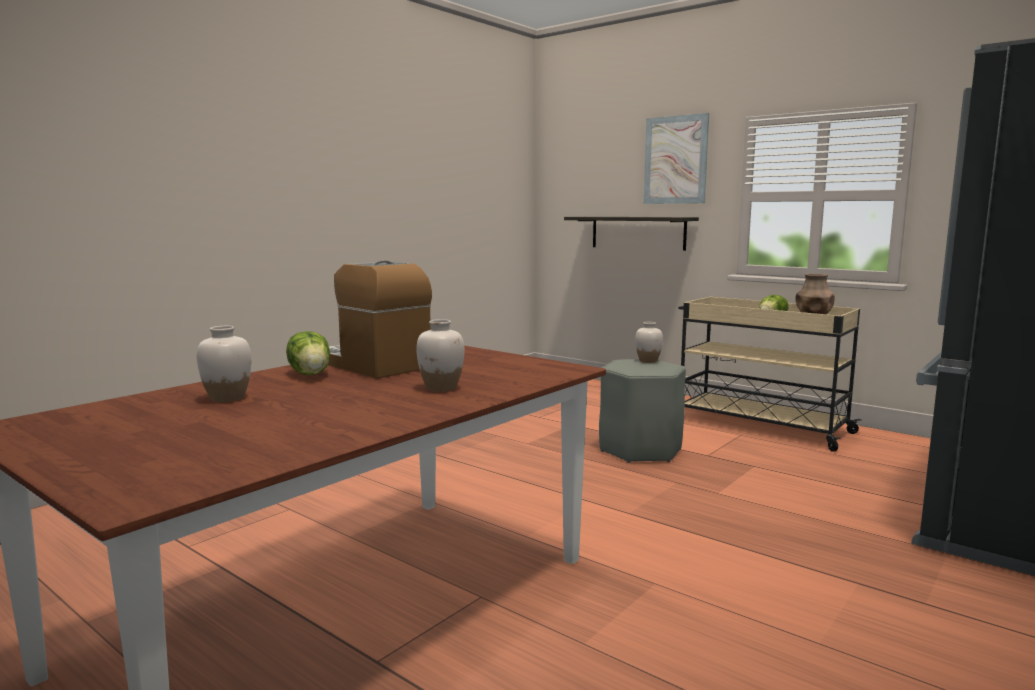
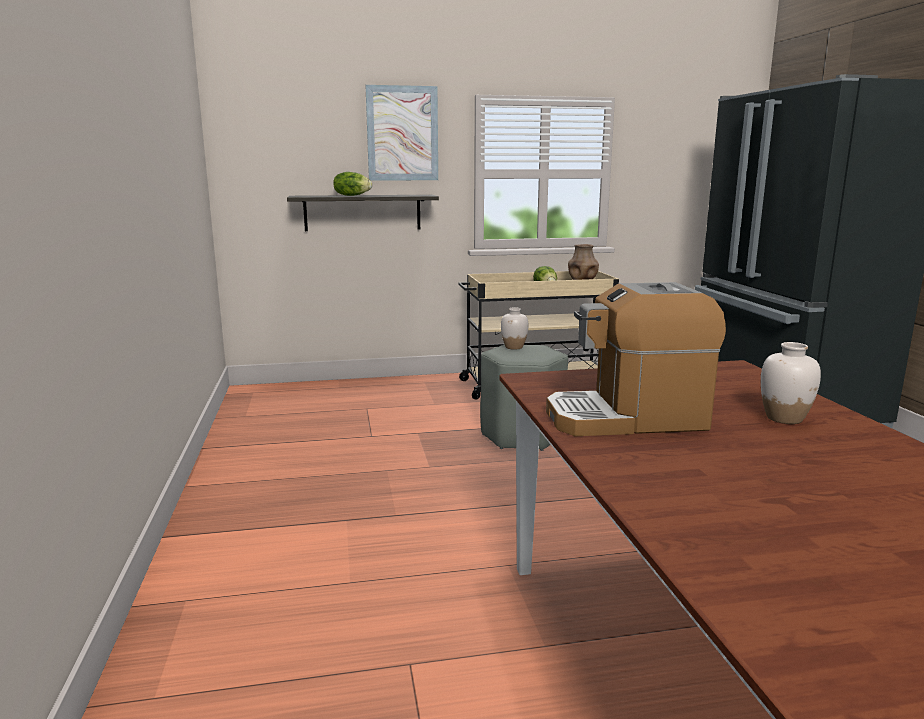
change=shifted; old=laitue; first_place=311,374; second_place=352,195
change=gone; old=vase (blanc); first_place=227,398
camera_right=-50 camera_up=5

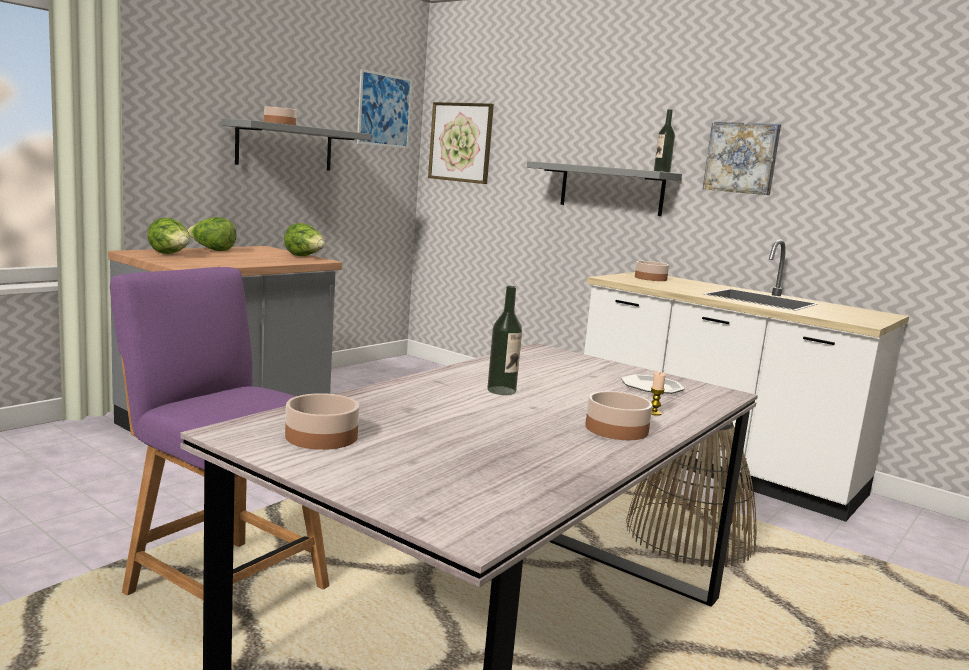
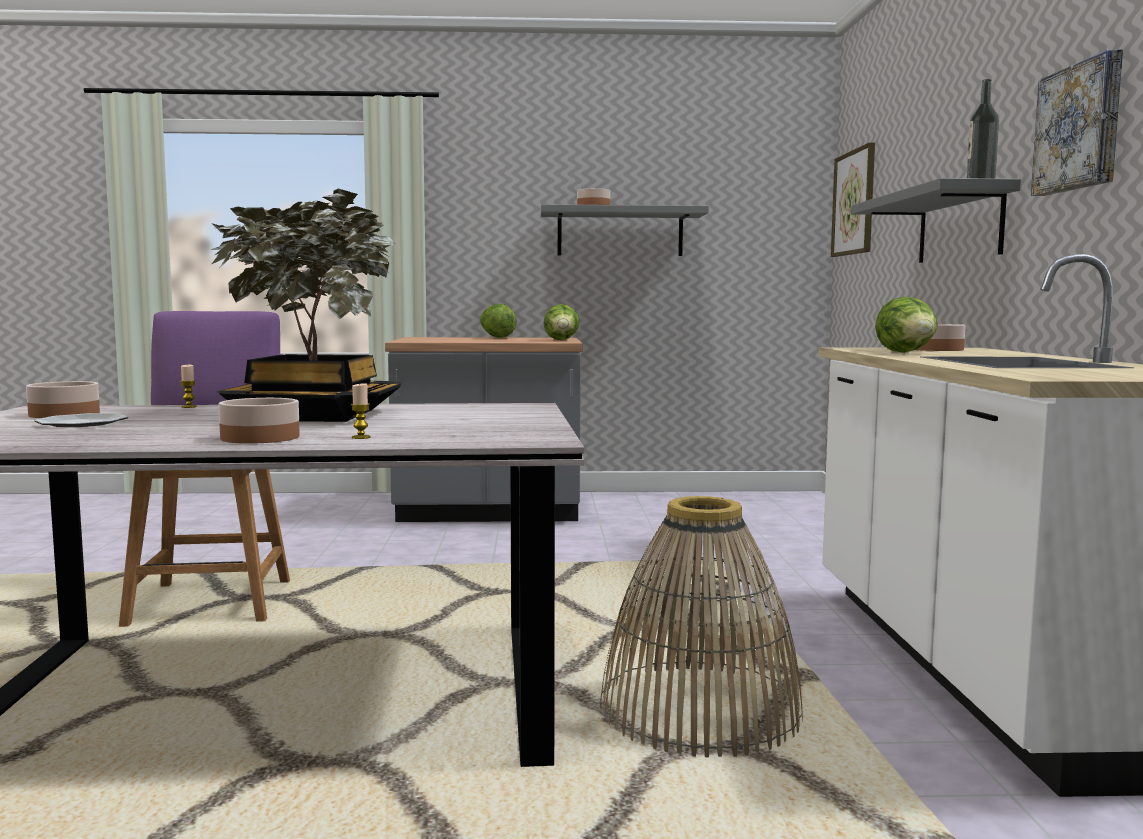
change=shifted; old=assiette; first_place=652,387; second_place=81,424
change=new; new=bougie; second_place=189,407
change=swapped; old=bouteille; new=plante en pot; first_place=501,390; second_place=315,415
change=shifted; old=laitue; first_place=170,254; second_place=906,353
change=gone; old=tableau; first_place=384,110
camera_right=50 camera_up=-5

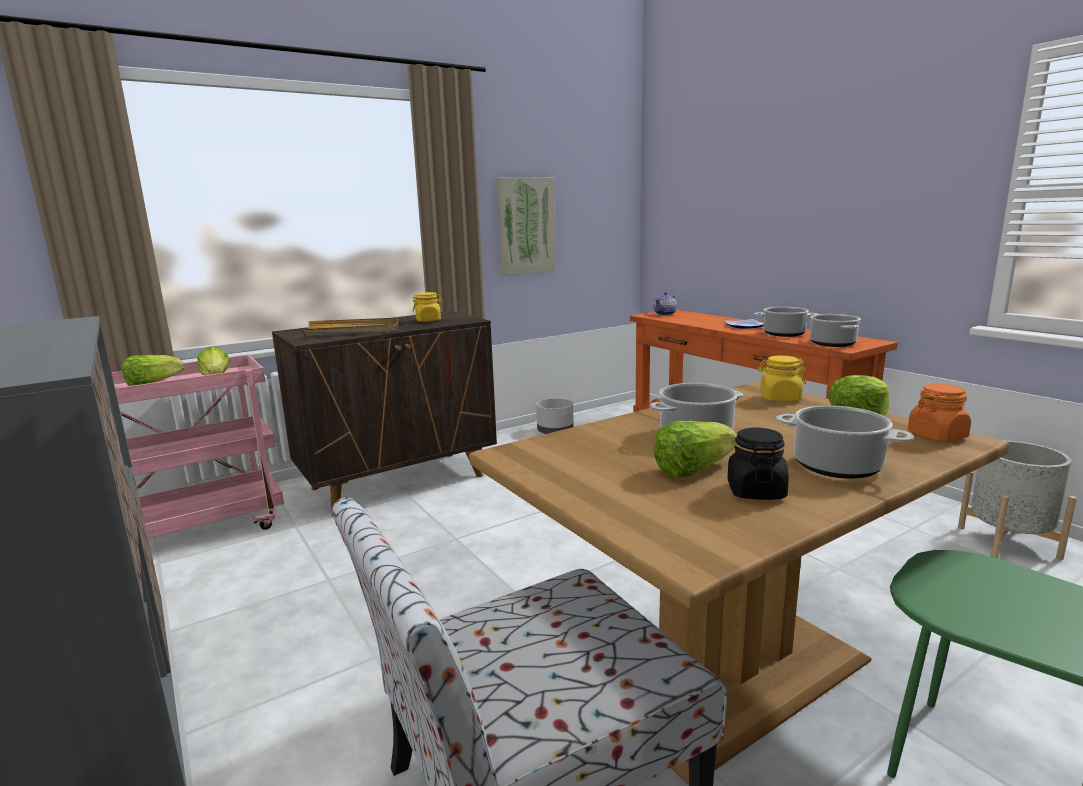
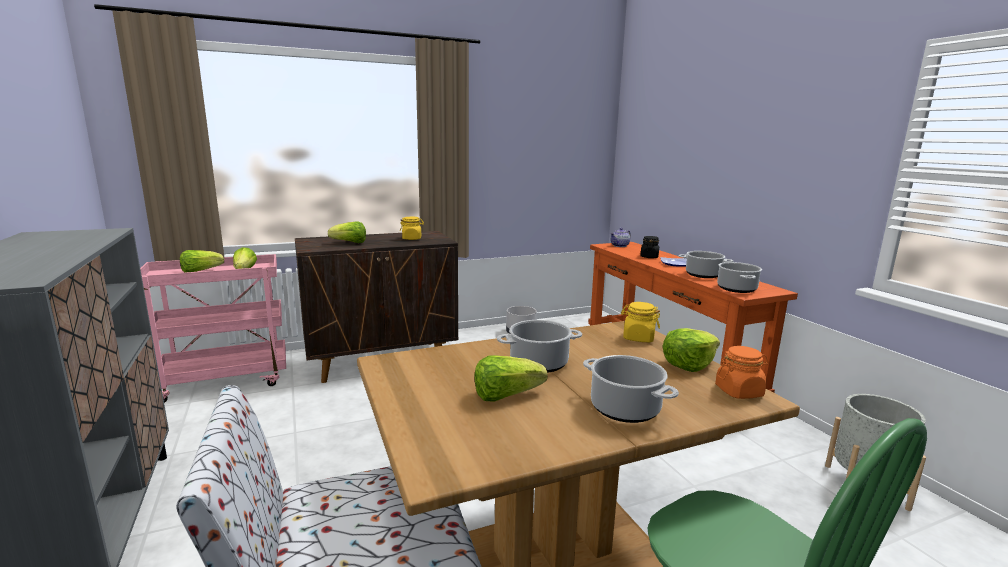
change=swapped; old=plateau (beige); new=laitue; first_place=353,330; second_place=350,243
change=shifted; old=bocal (noir); first_place=755,491; second_place=649,257
change=gone; old=tableau; first_place=525,226
camera_right=10 camera_up=0

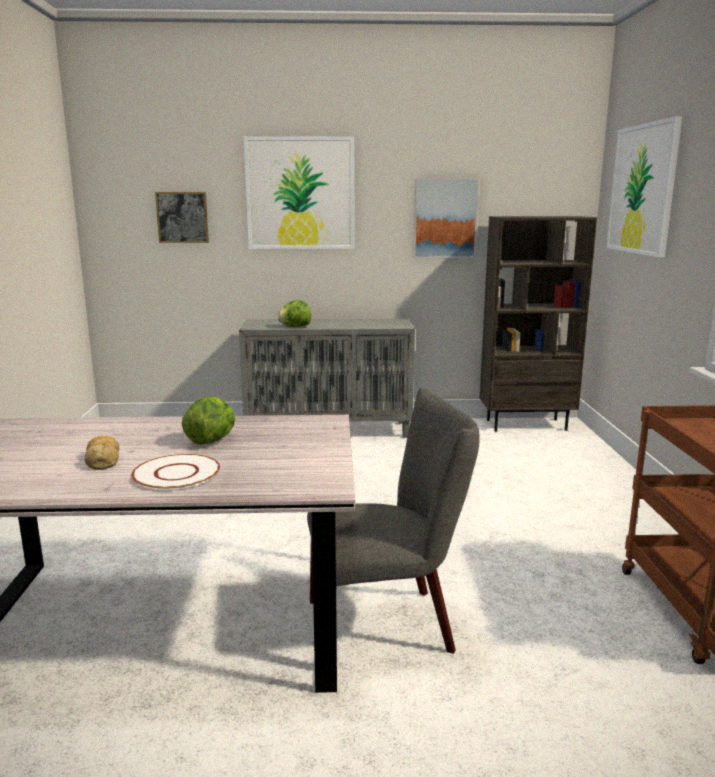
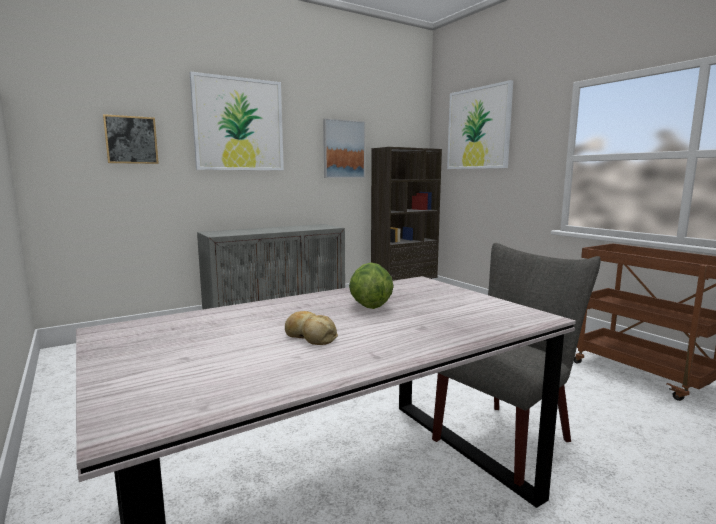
change=gone; old=assiette (blanc); first_place=177,473
change=gone; old=laitue; first_place=295,327
camera_right=-30 camera_up=-5

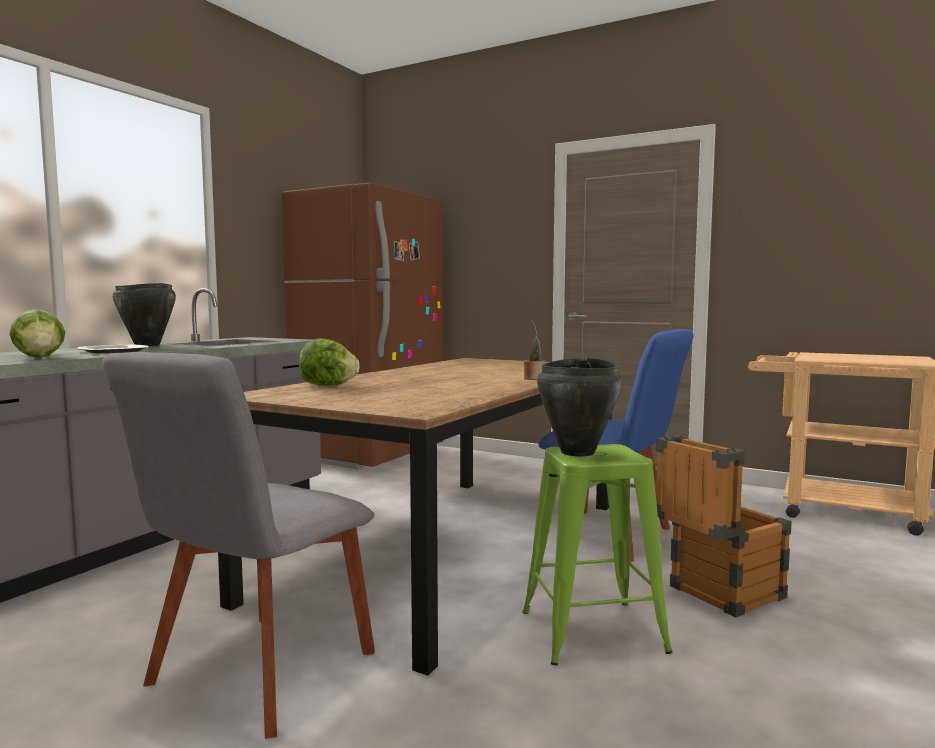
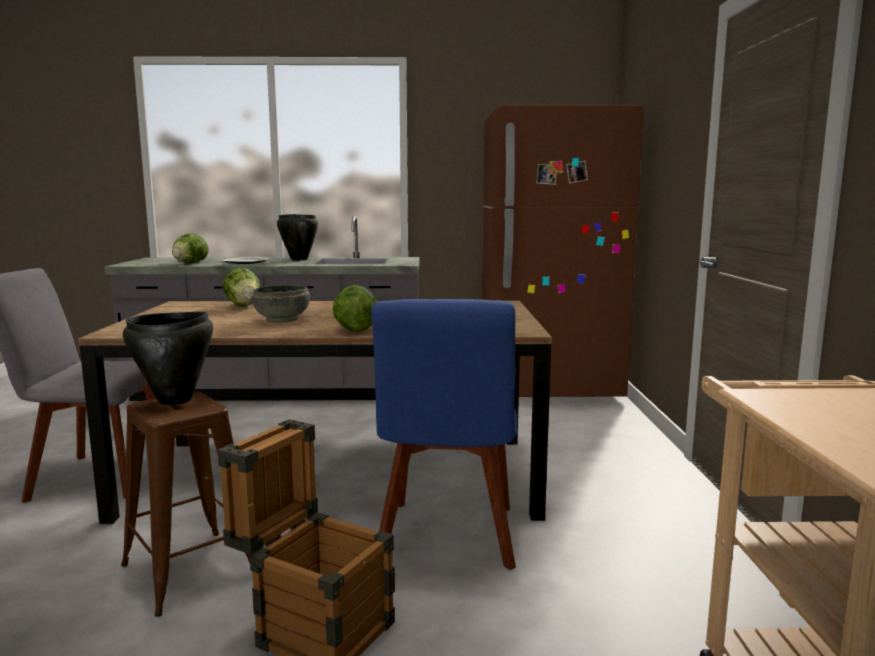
change=repainted; old=tabouret (vert); new=tabouret (marron); first_place=591,631; second_place=190,570
change=new; new=bol (gris); second_place=283,320
change=swapped; old=plante en pot; new=laitue; first_place=533,378; second_place=354,330
camera_right=60 camera_up=5

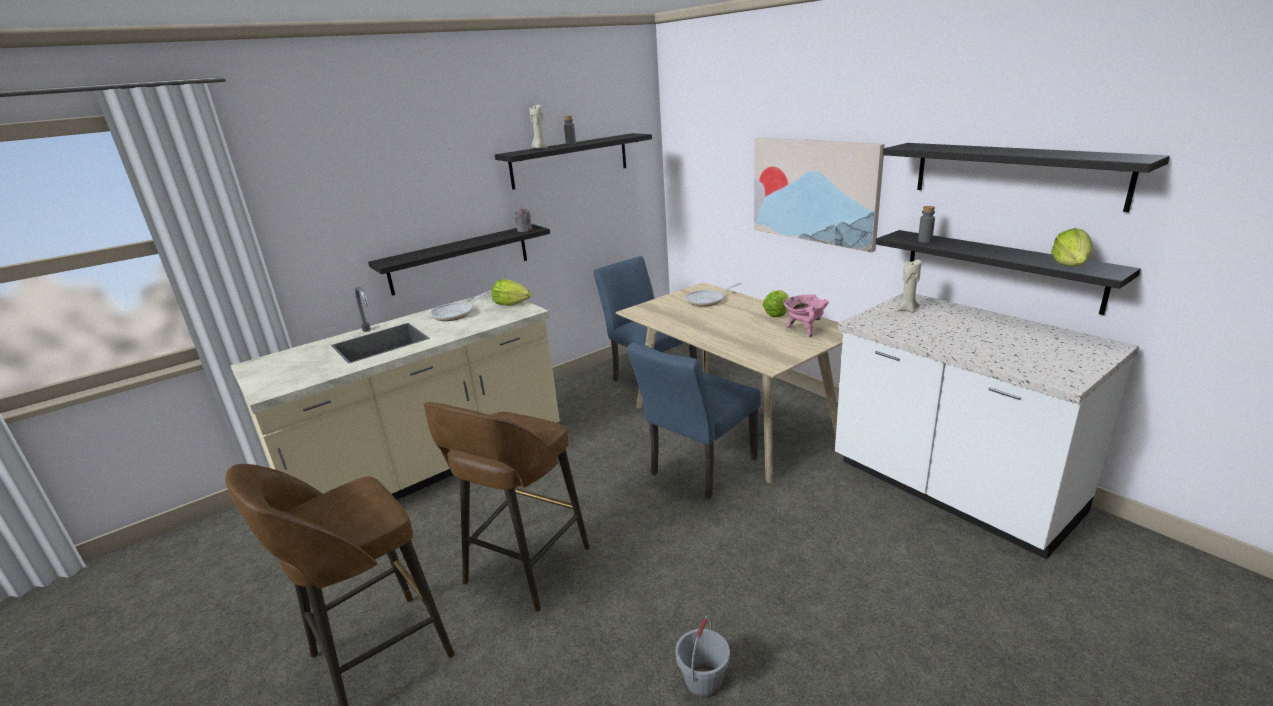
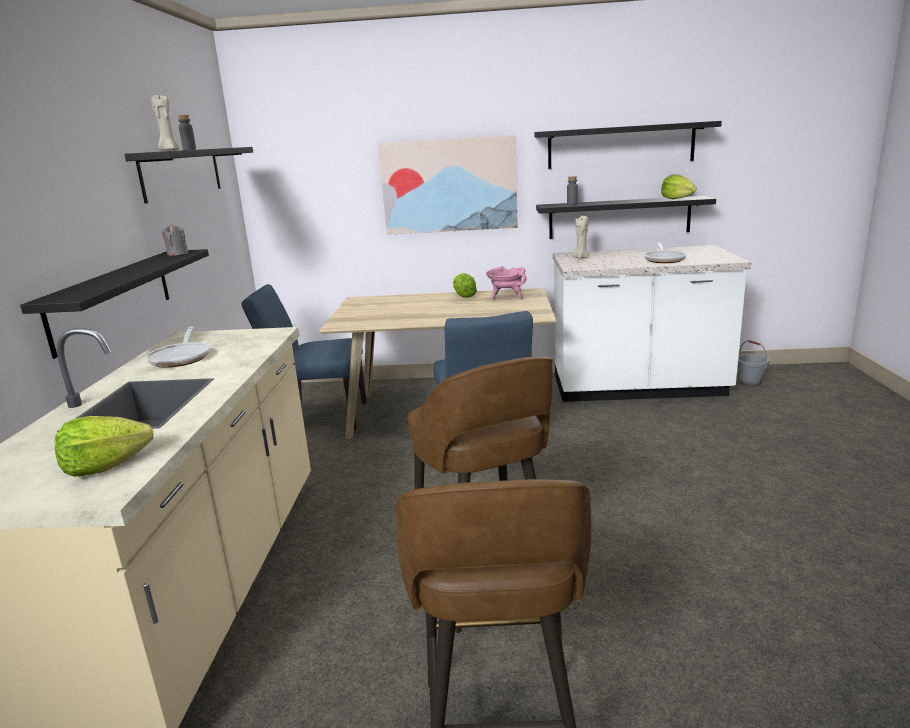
change=shifted; old=laitue; first_place=511,304; second_place=105,466
change=shifted; old=poêle; first_place=708,300; second_place=664,259
change=shifted; old=seau (gris); first_place=703,682; second_place=750,382
camera_right=-50 camera_up=-5

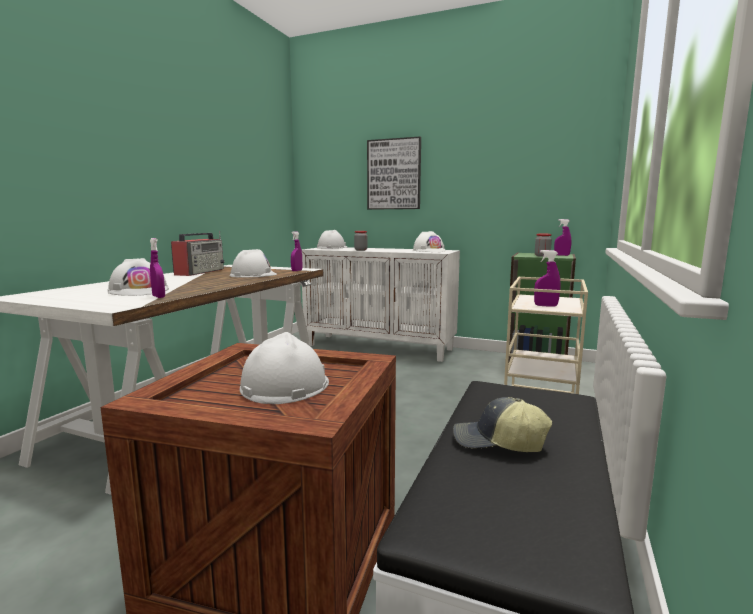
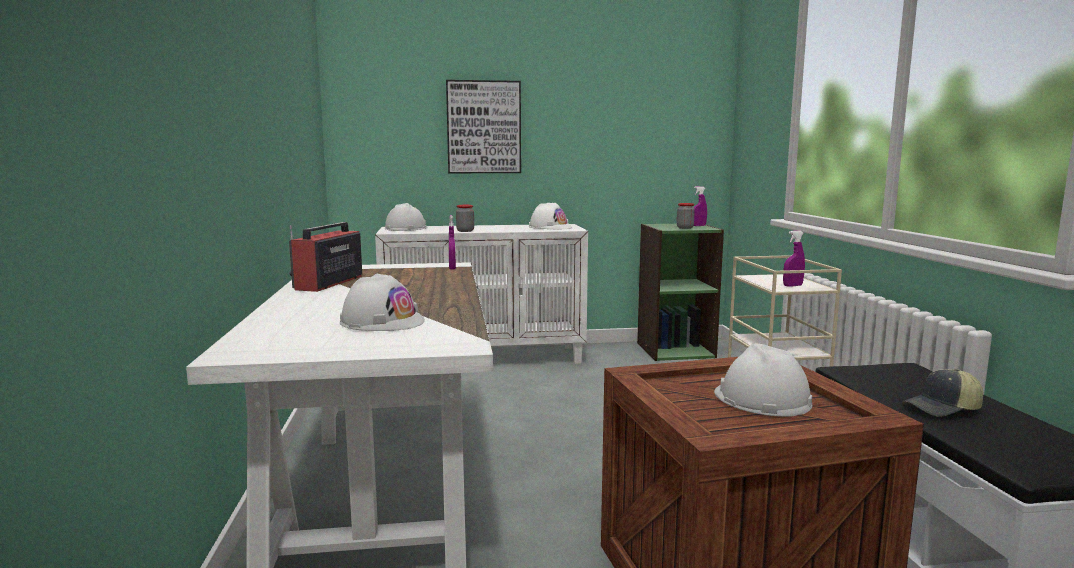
change=rotated; old=radio; first_place=200,272; second_place=328,283; degrees=-150
change=gone; old=vaporisateur (violet); first_place=158,297
change=gone; old=casque de chantier (blanc); first_place=253,275
camera_right=-30 camera_up=0

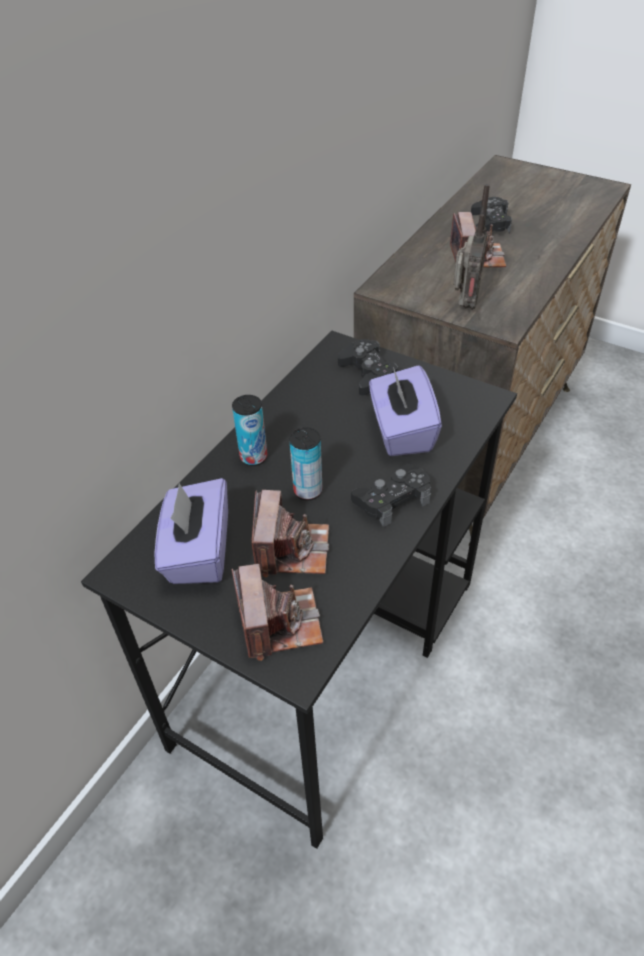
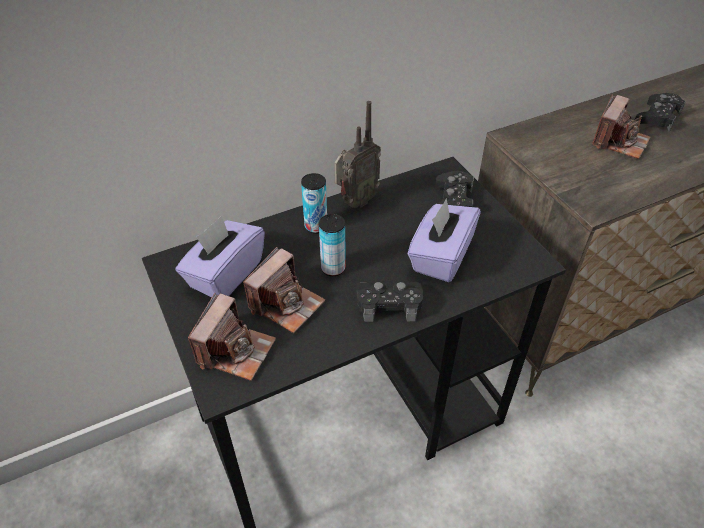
change=shifted; old=radio; first_place=464,305; second_place=355,202
camera_right=30 camera_up=0

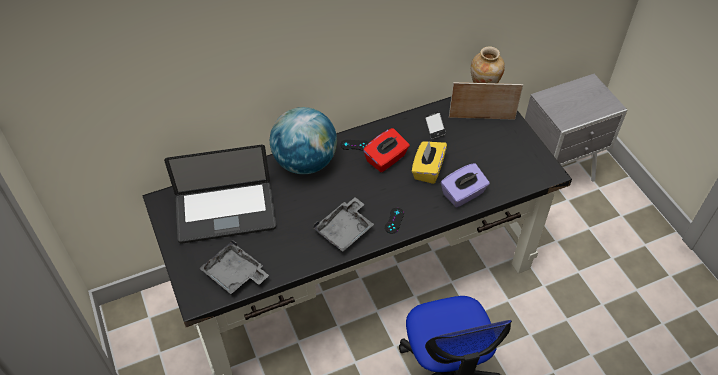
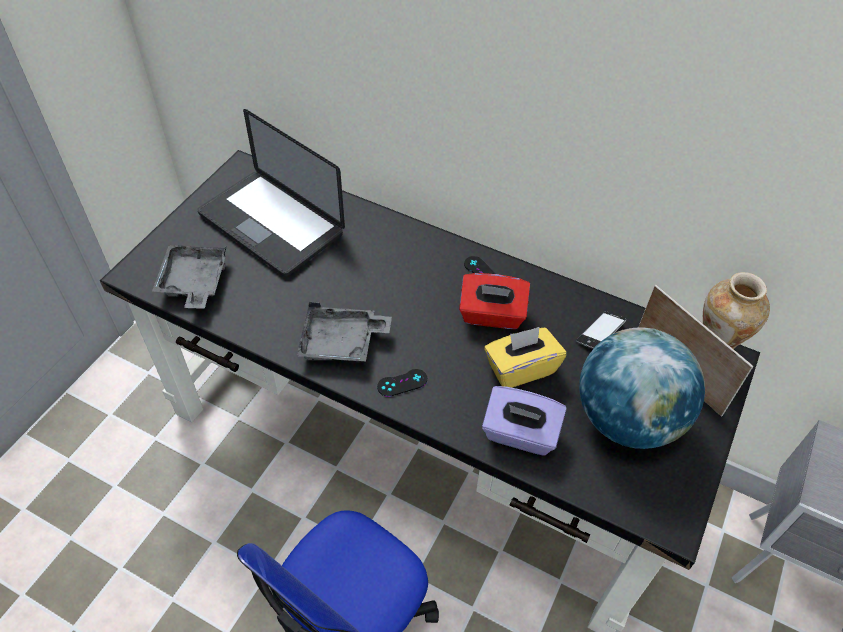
change=shifted; old=globe; first_place=305,162; second_place=627,419
camera_right=50 camera_up=0

